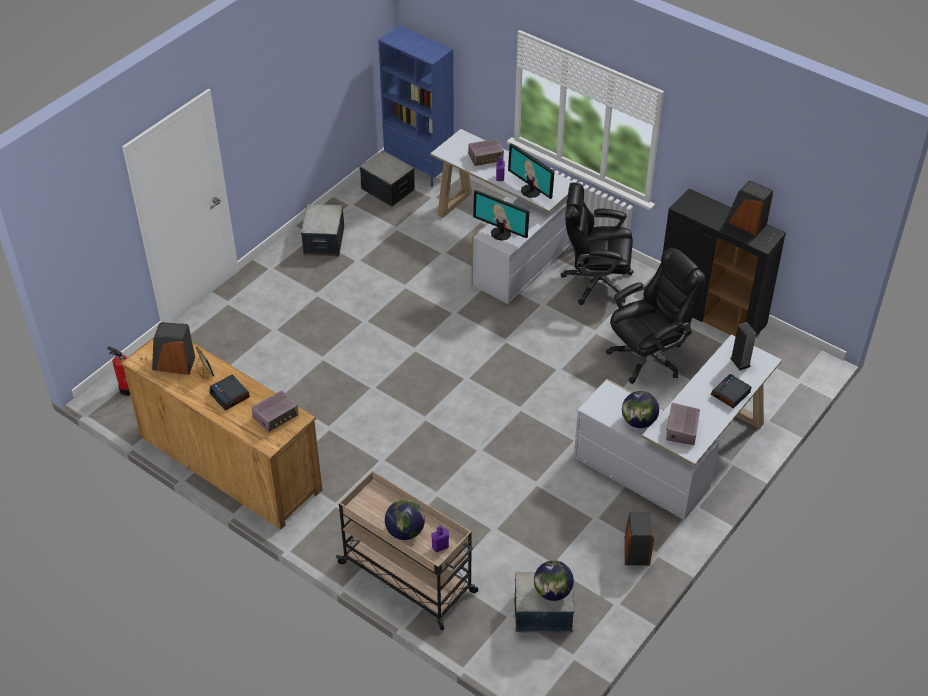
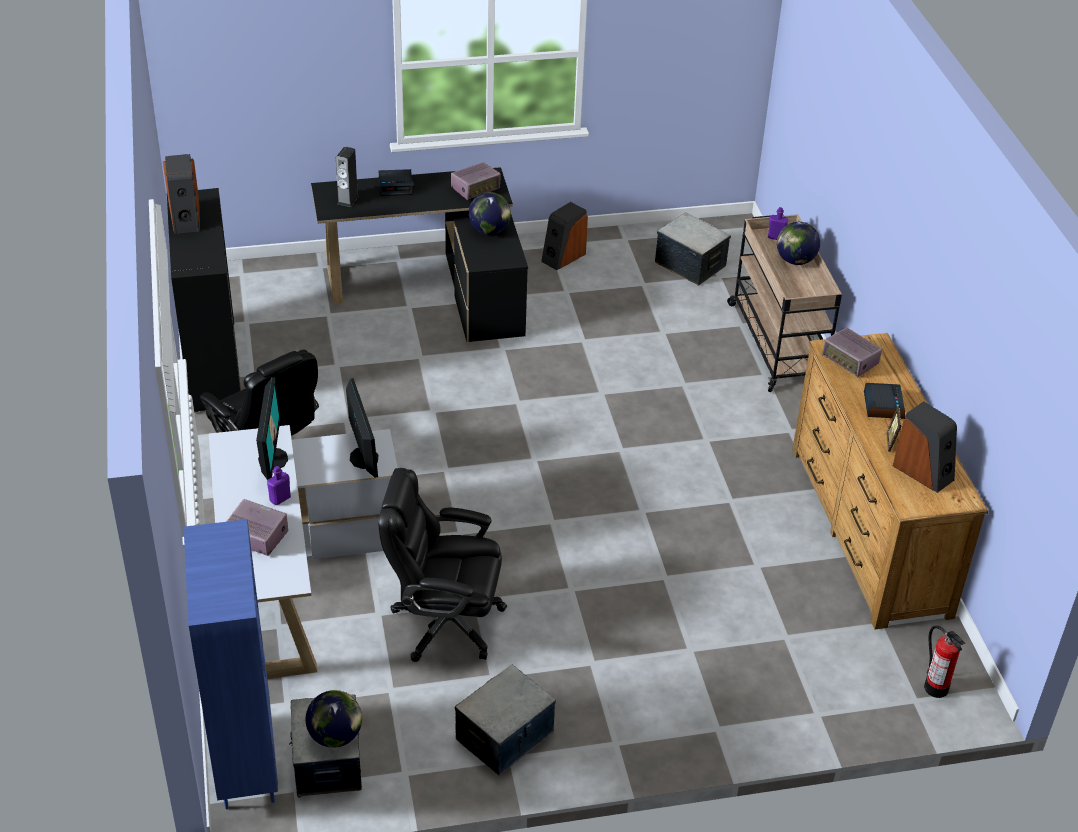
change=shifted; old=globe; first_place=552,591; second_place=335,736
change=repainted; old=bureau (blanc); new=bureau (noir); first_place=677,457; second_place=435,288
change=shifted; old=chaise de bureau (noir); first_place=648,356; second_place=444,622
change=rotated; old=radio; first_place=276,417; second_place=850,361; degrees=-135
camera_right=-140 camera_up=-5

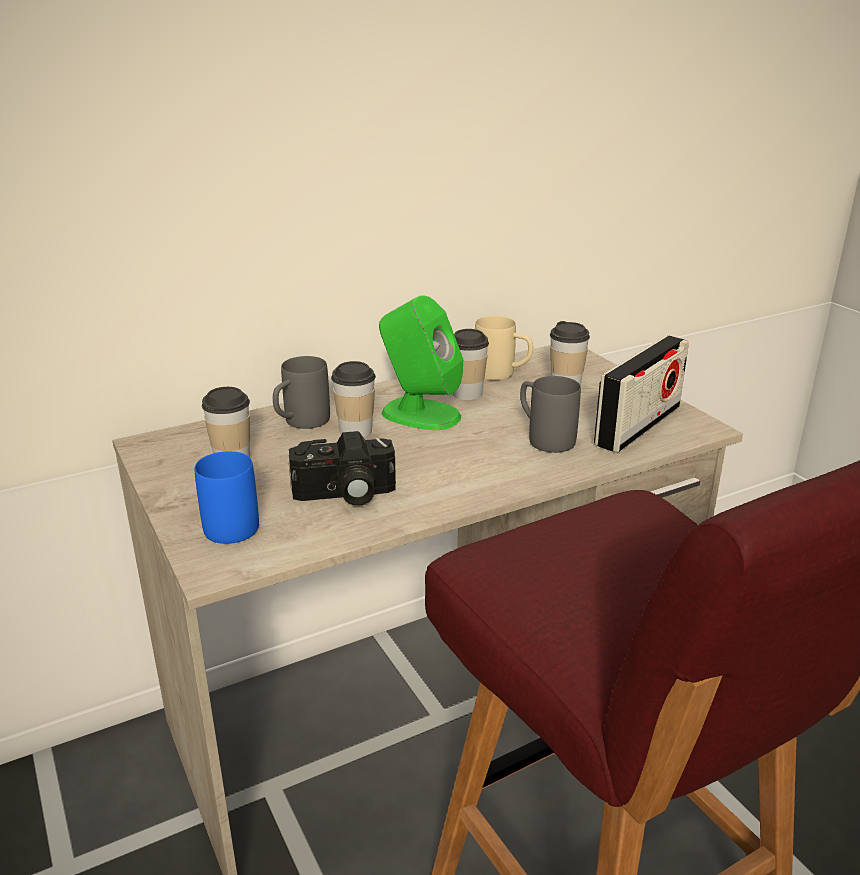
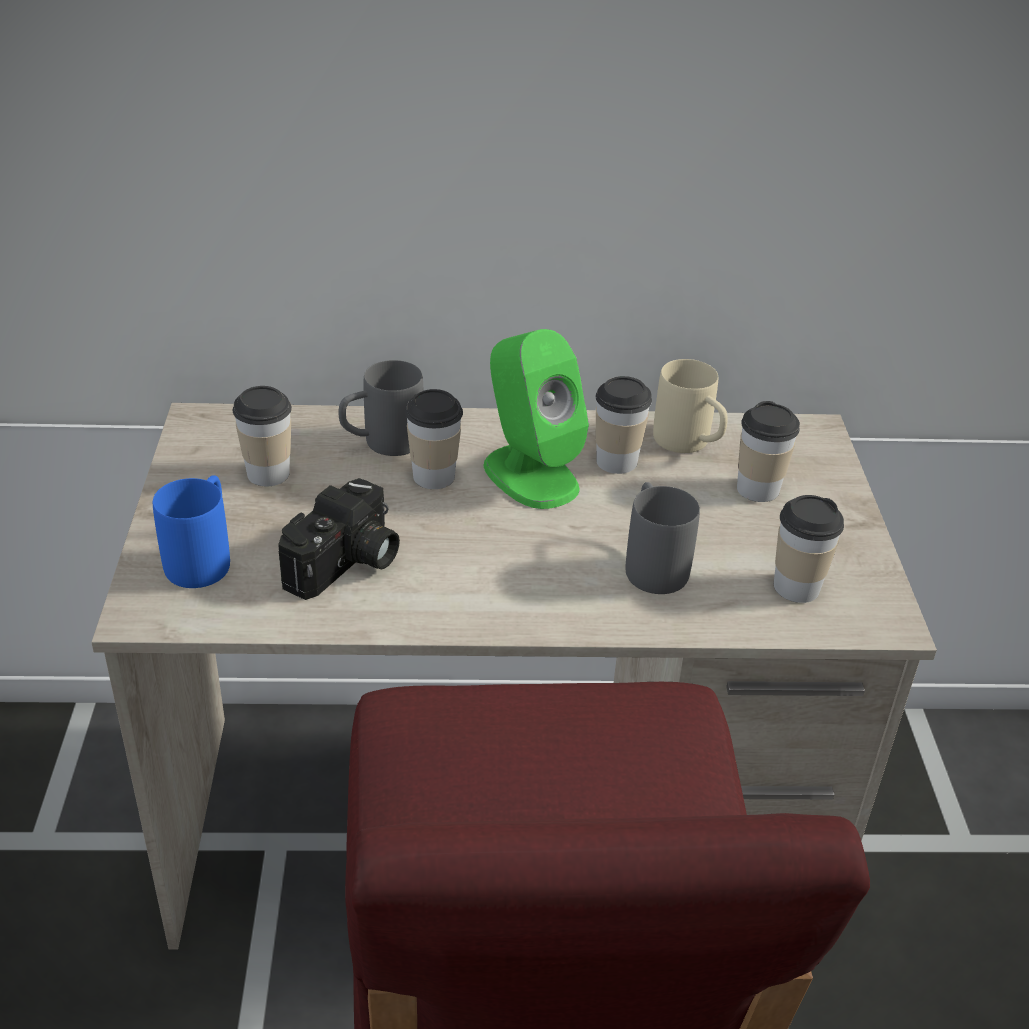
change=rotated; old=appareil photo; first_place=344,495; second_place=347,565; degrees=-75
change=swapped; old=radio; new=tasse; first_place=638,425; second_place=796,587
camera_right=25 camera_up=10

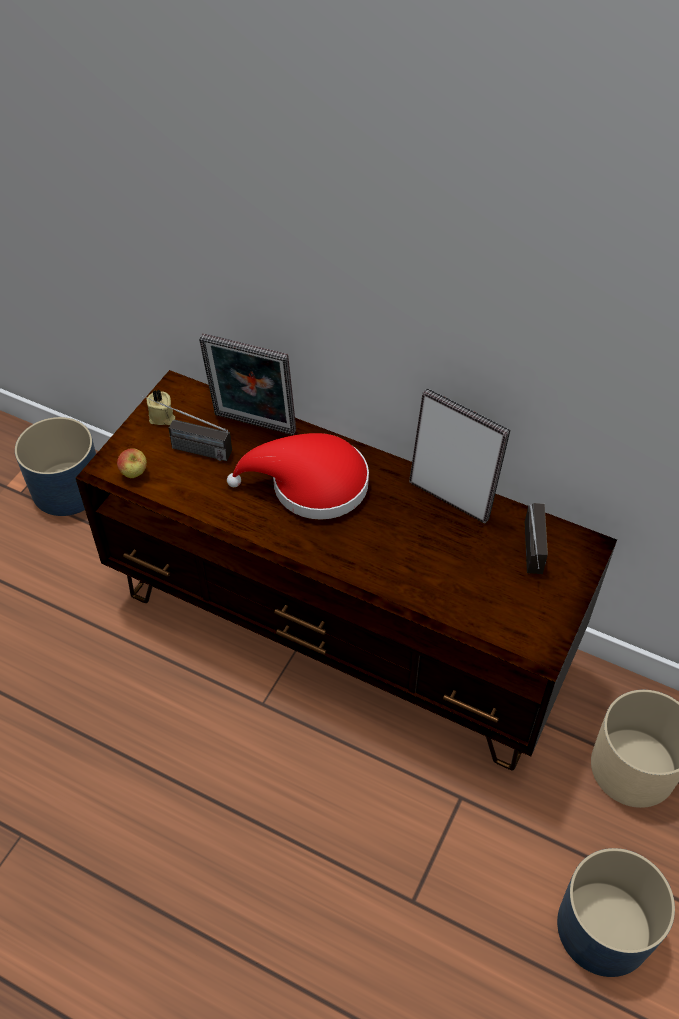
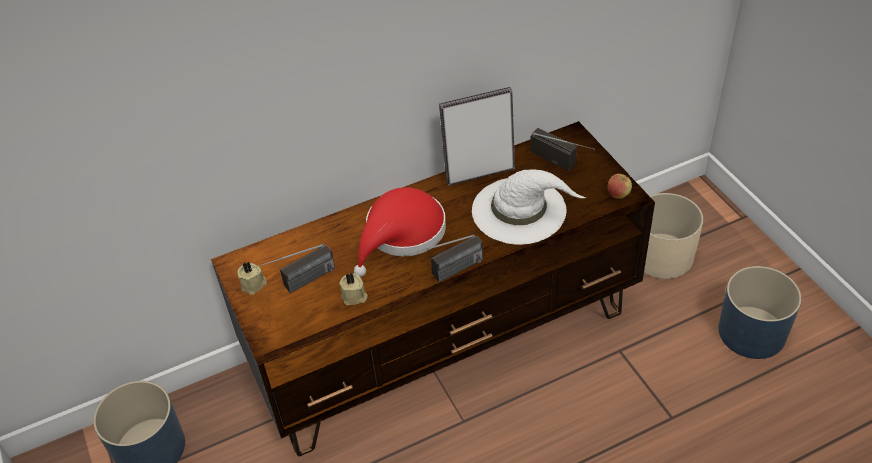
change=new; new=bougie (beige); second_place=354,297
change=new; new=radio; second_place=446,274
change=new; new=chapeau (blanc); second_place=520,210
change=shifted; old=pomme; first_place=134,474; second_place=618,195
change=gone; old=cadre photo; first_place=253,426
camera_right=-50 camera_up=-5

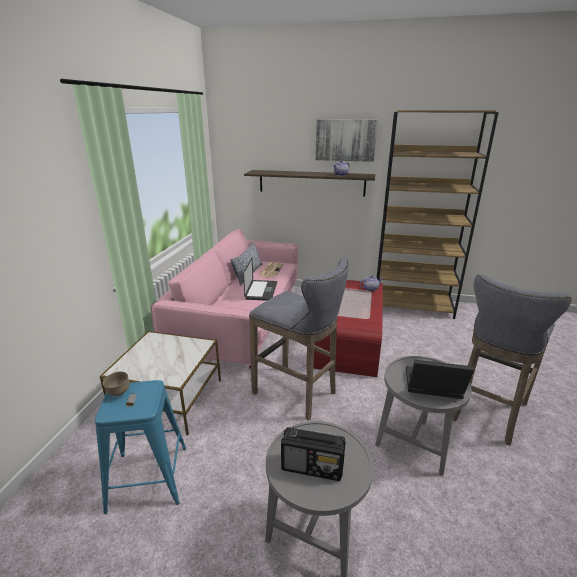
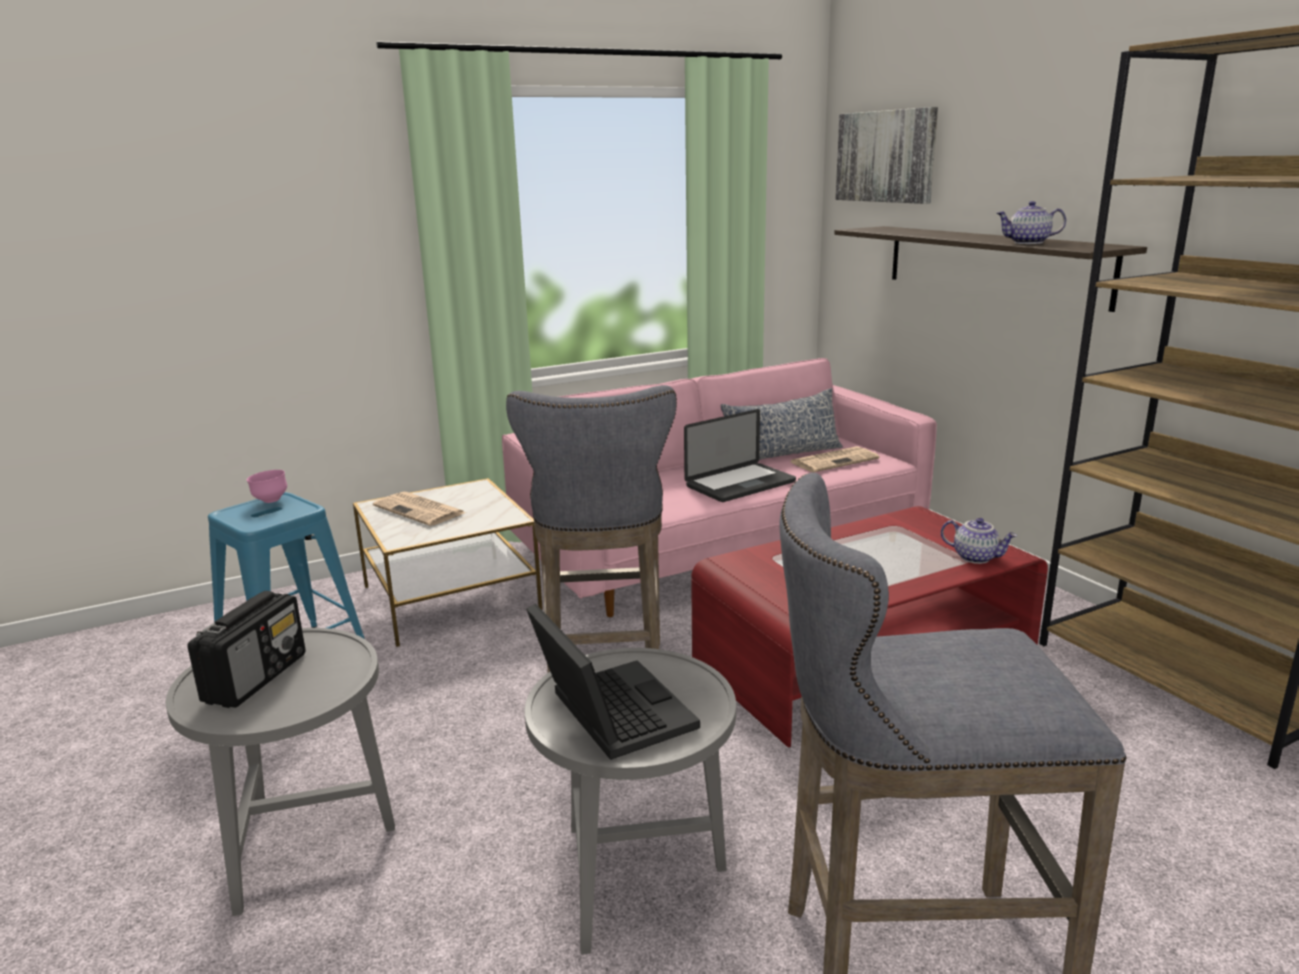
change=rotated; old=radio; first_place=313,467; second_place=256,677; degrees=-135
change=repainted; old=bol (marron); new=bol (rose); first_place=118,393; second_place=270,501
change=new; new=journal; second_place=421,510
change=shifted; old=tableau; first_place=345,140; second_place=886,156
camera_right=50 camera_up=-5

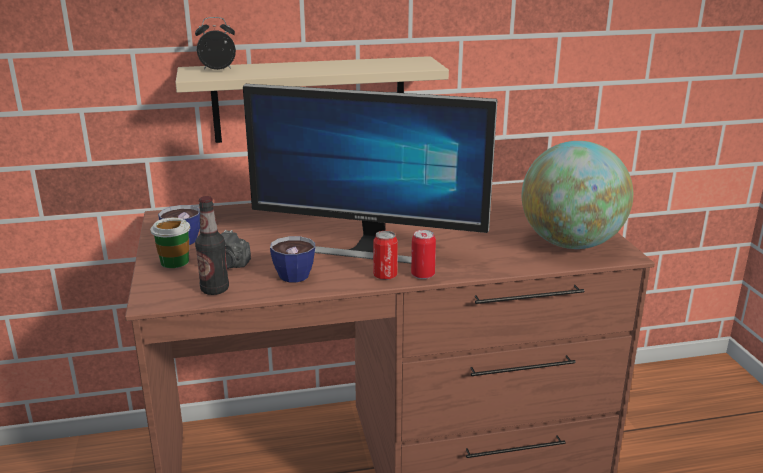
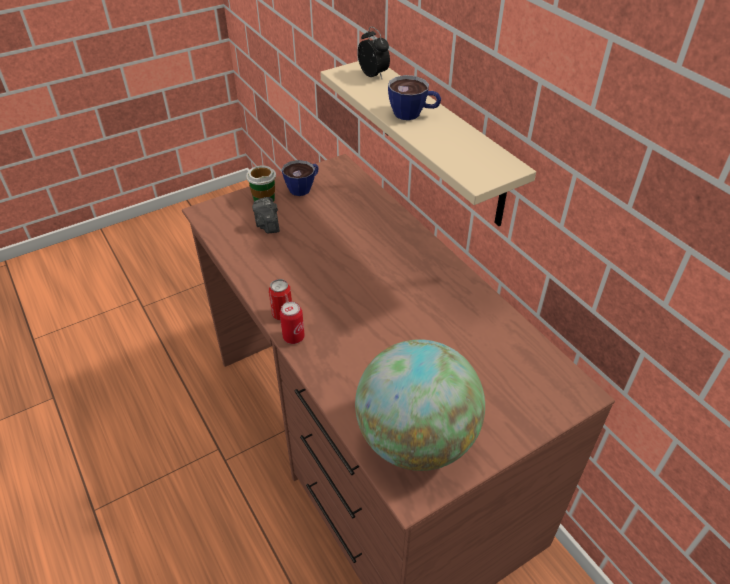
change=shifted; old=tasse; first_place=298,273; second_place=413,114
change=gone; old=bouteille; first_place=215,289
change=gone; old=écran d'ordinateur; first_place=367,248
camera_right=70 camera_up=20

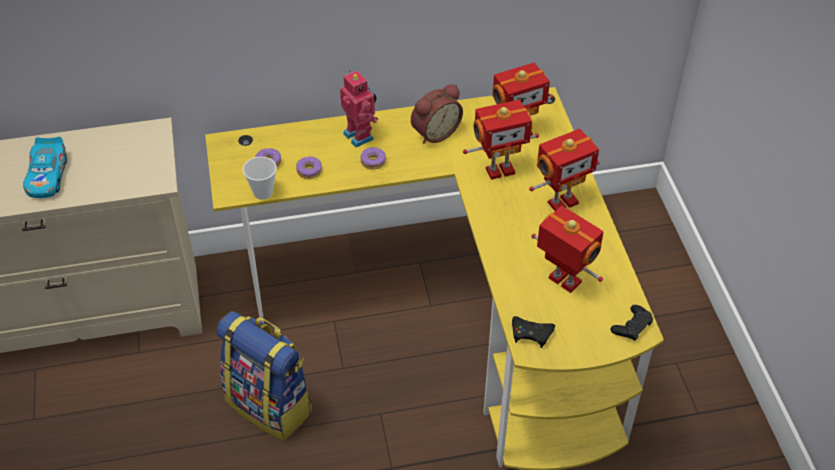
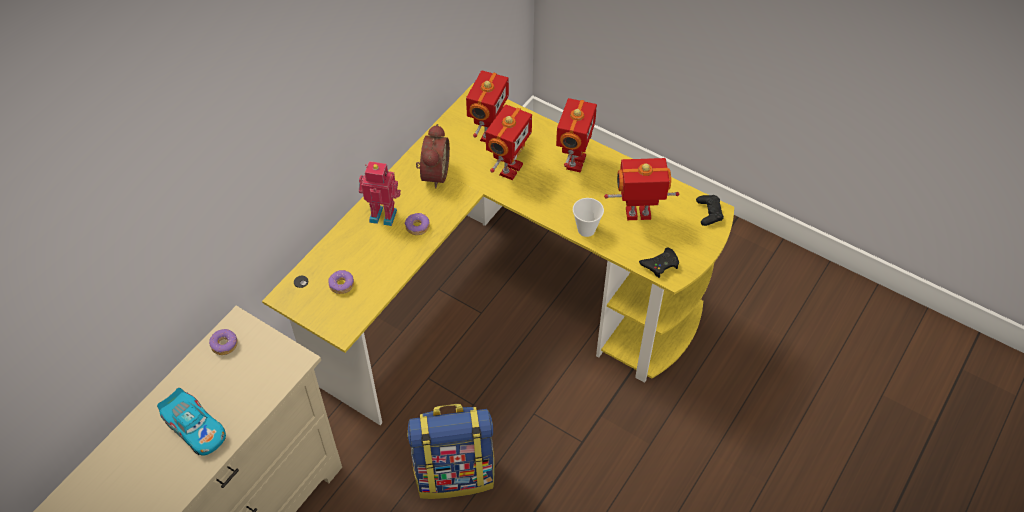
change=shifted; old=beignet; first_place=309,171; second_place=224,344
change=shifted; old=tasse; first_place=263,192; second_place=586,229
camera_right=-45 camera_up=5

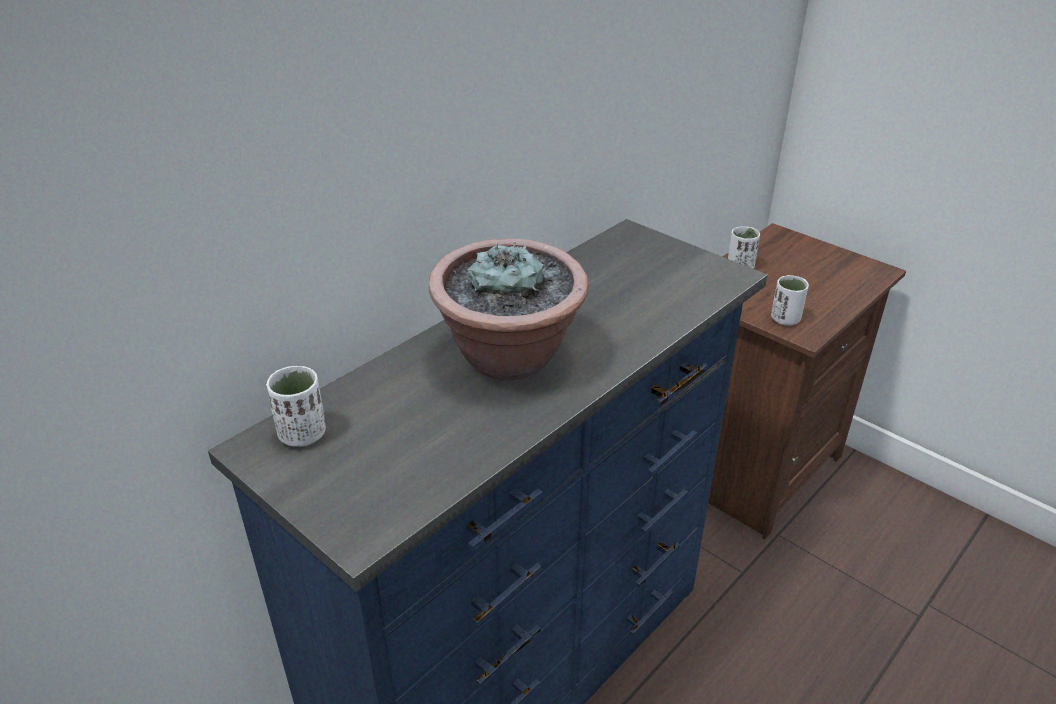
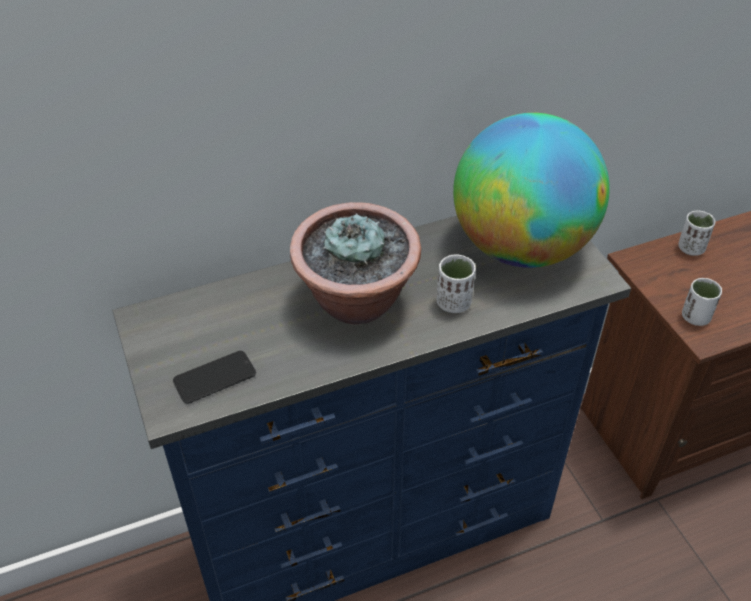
change=new; new=téléphone; second_place=215,378
change=shifted; old=tasse (blanc); first_place=302,434; second_place=453,303
change=new; new=globe; second_place=521,247
camera_right=25 camera_up=10

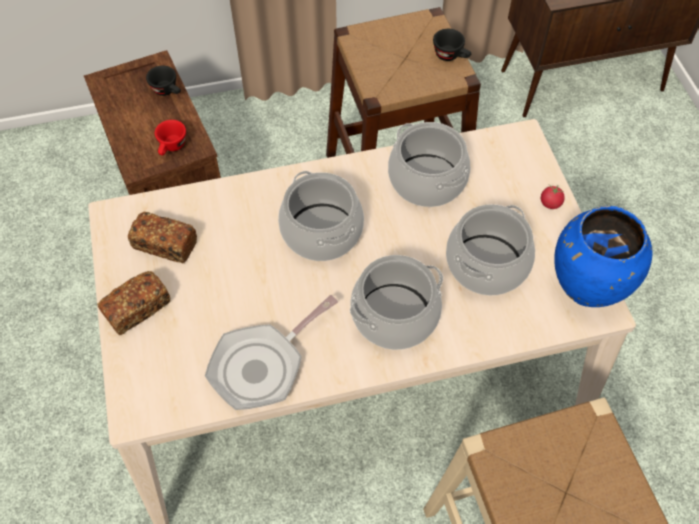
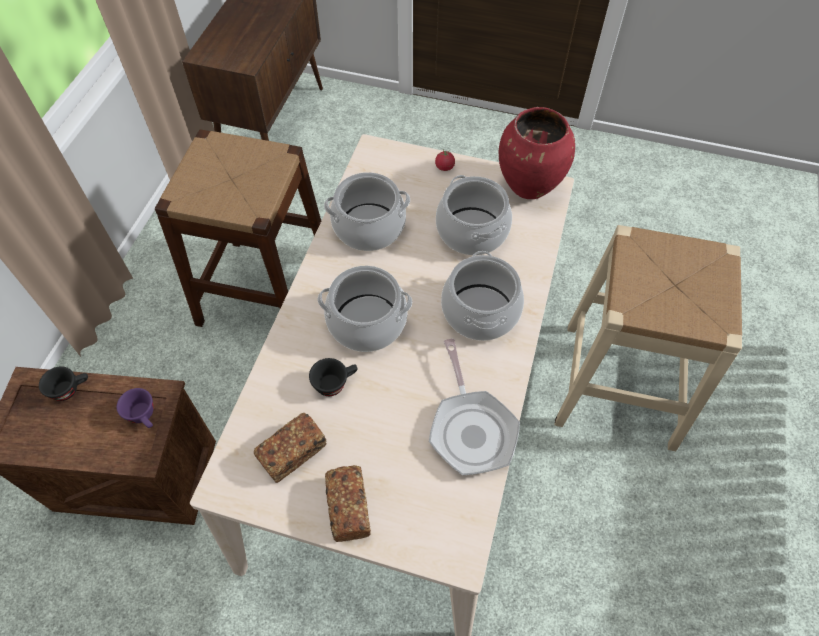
change=repainted; old=tasse (rouge); new=tasse (violet); first_place=172,147; second_place=144,416
change=shifted; old=tasse (noir); first_place=451,56; second_place=335,382
change=repainted; old=vase (bleu); new=vase (rouge); first_place=586,289; second_place=529,187
camera_right=-60 camera_up=0

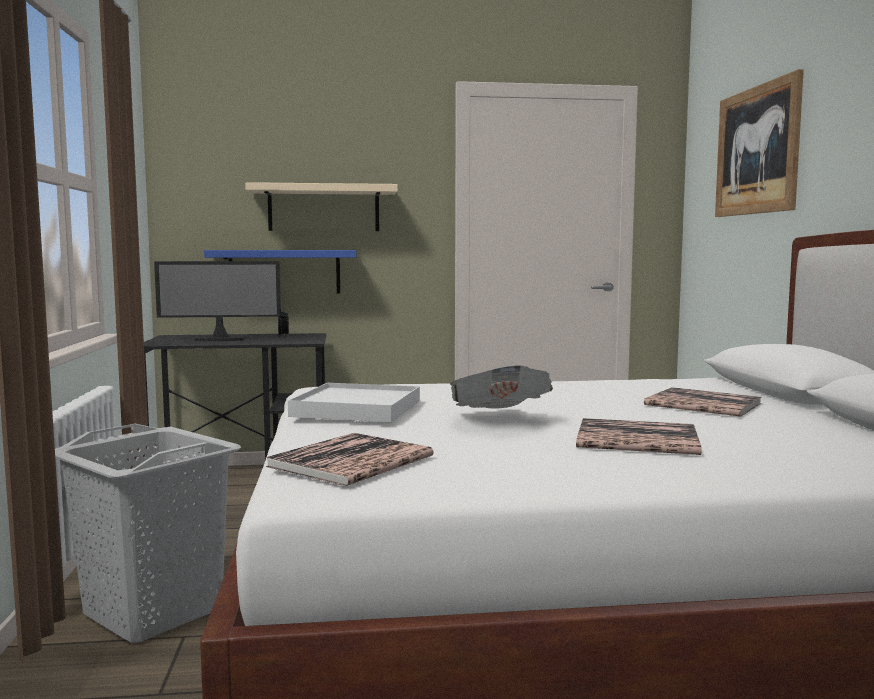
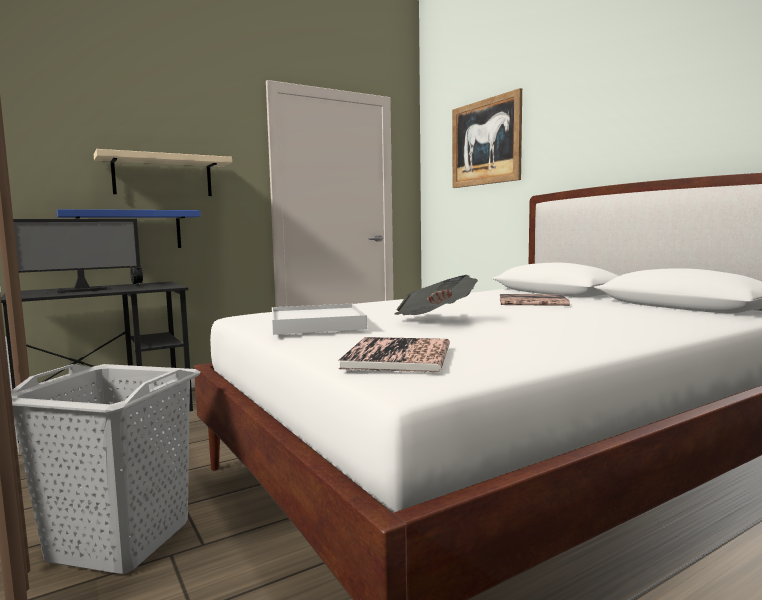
change=gone; old=livre; first_place=637,439
camera_right=-25 camera_up=0

